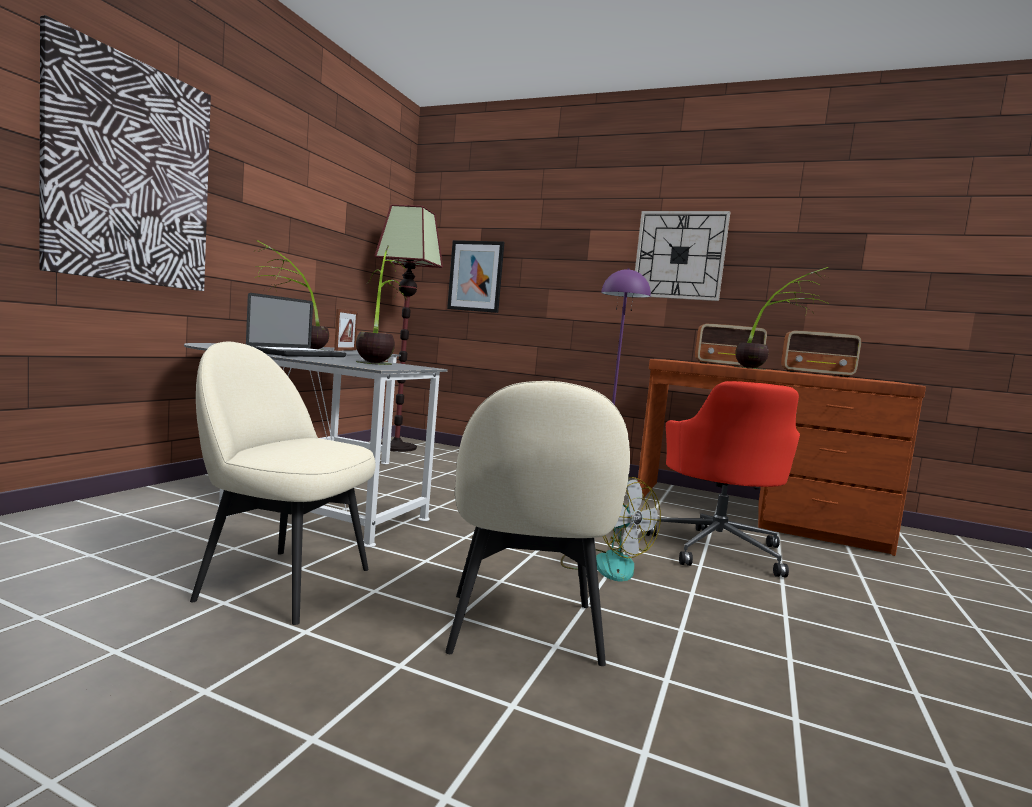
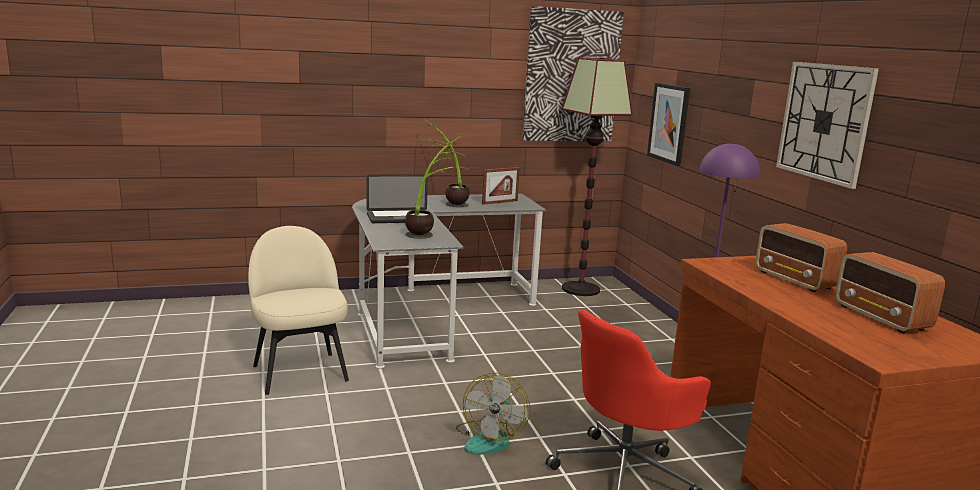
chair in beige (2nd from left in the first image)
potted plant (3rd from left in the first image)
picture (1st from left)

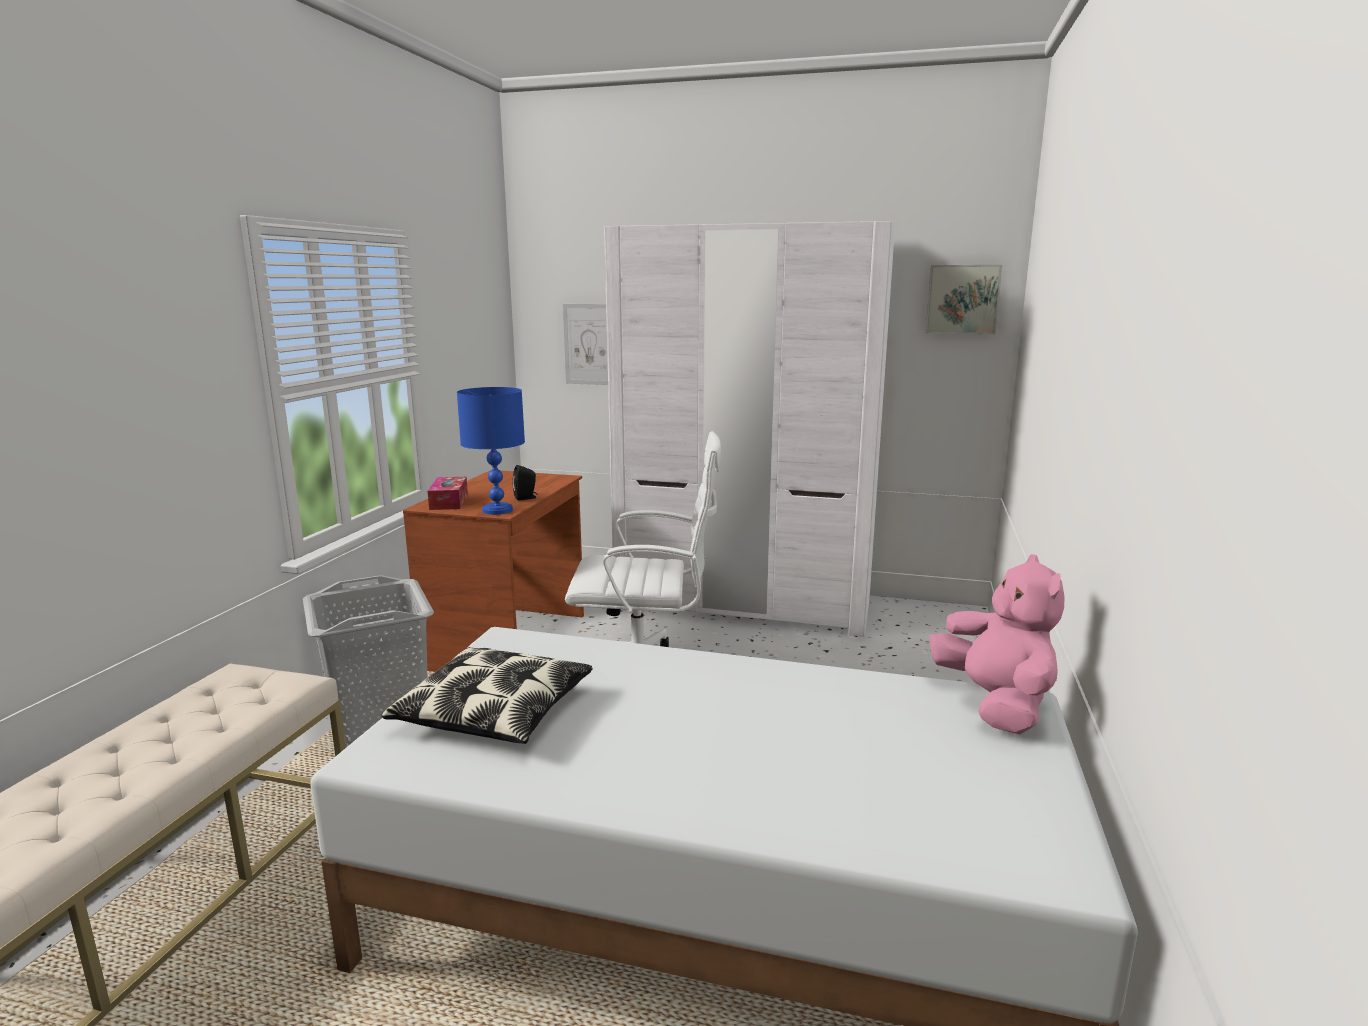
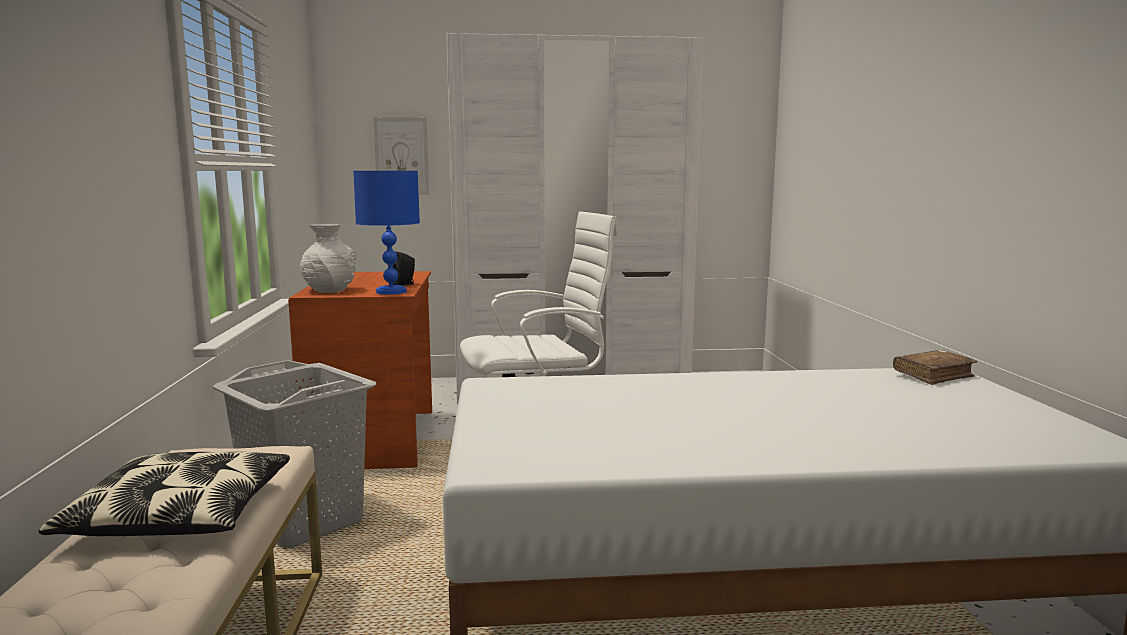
picture (2nd from left in the first image)
pillow
vase in white
book in brown

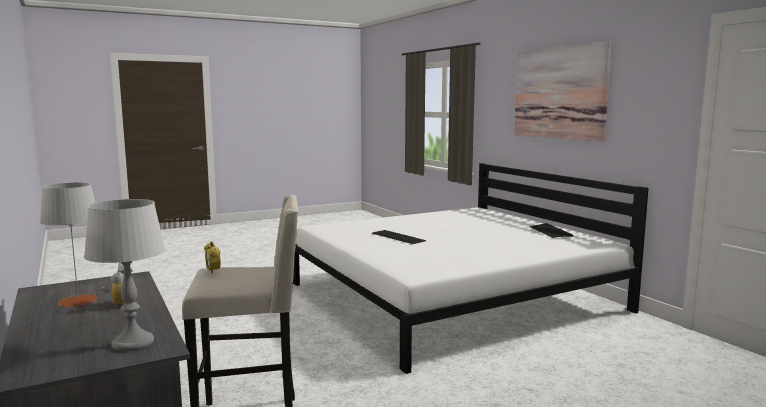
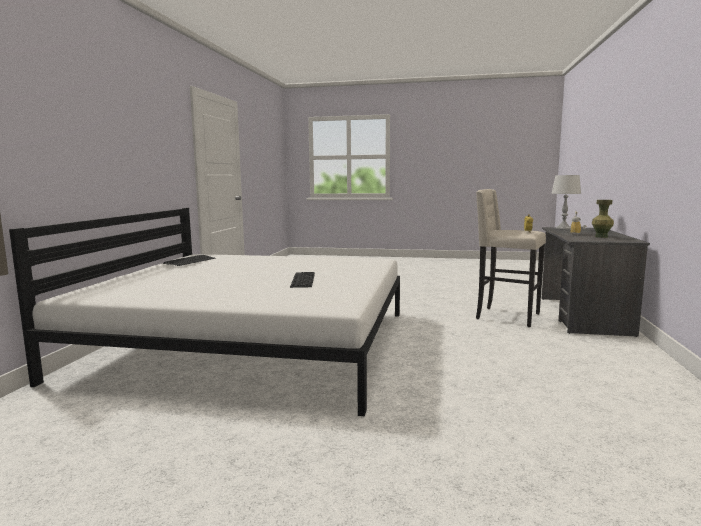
picture
vase in green

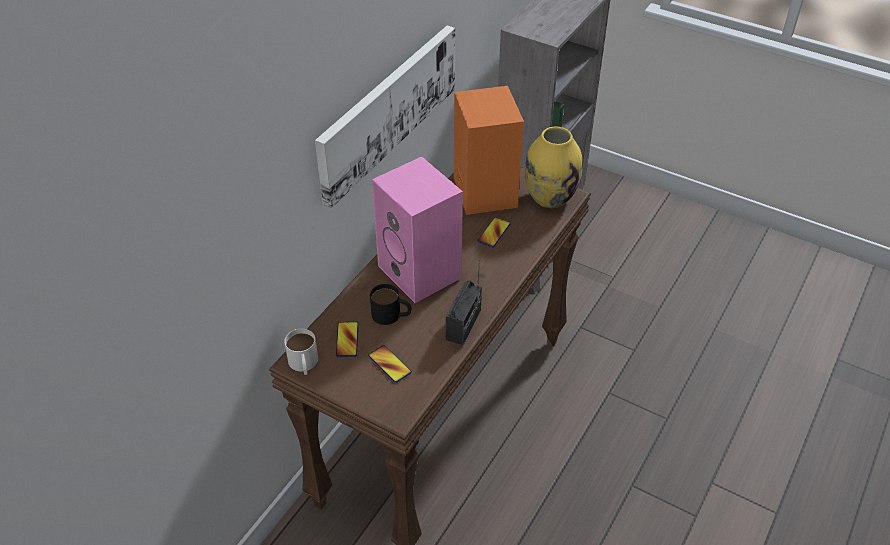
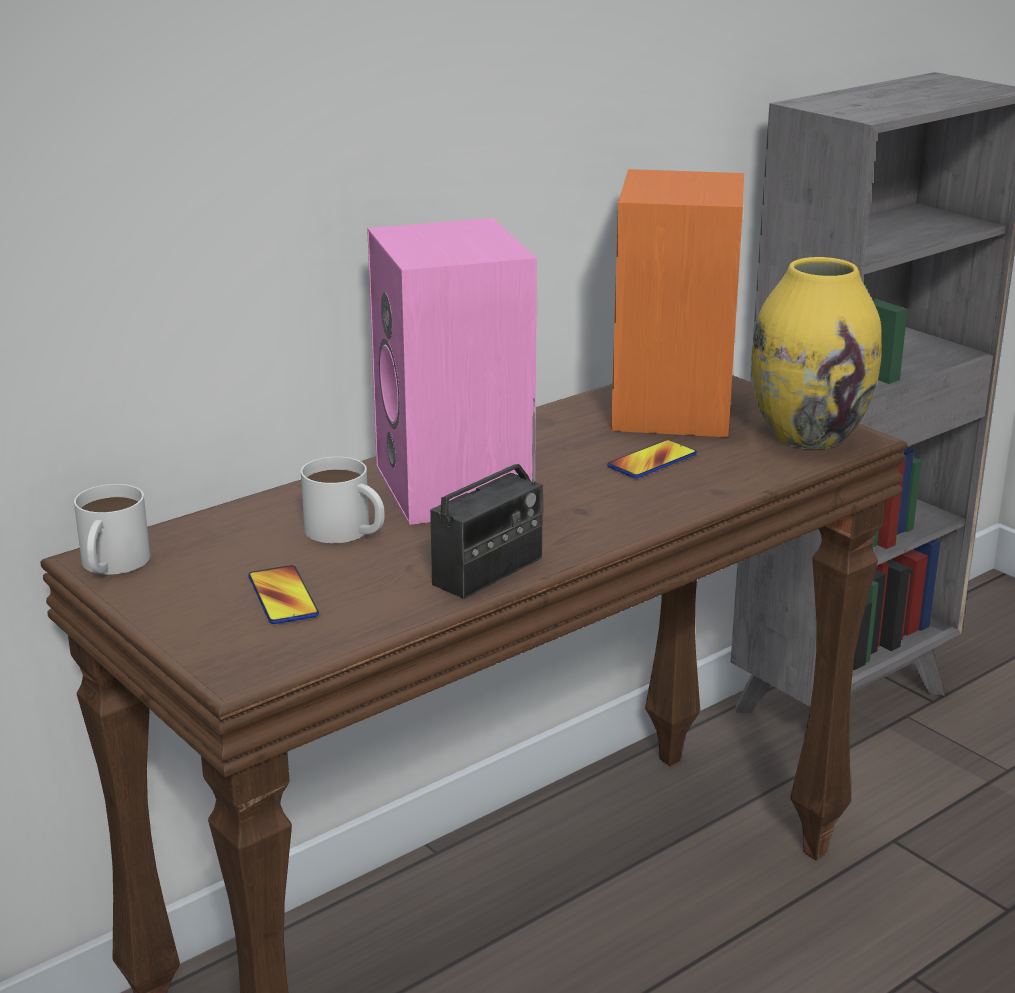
picture
phone (1st from left in the first image)
mug in white (2nd from left)

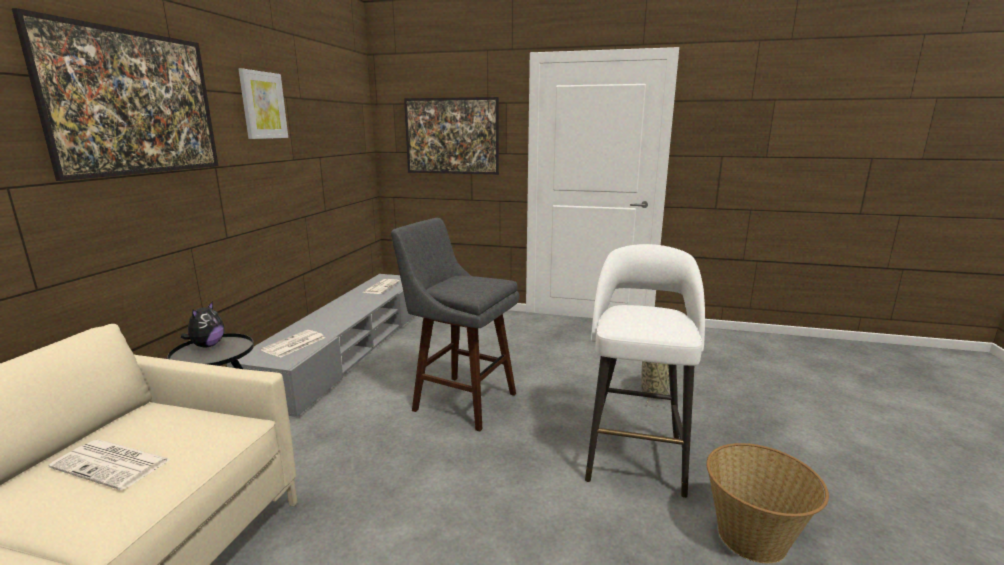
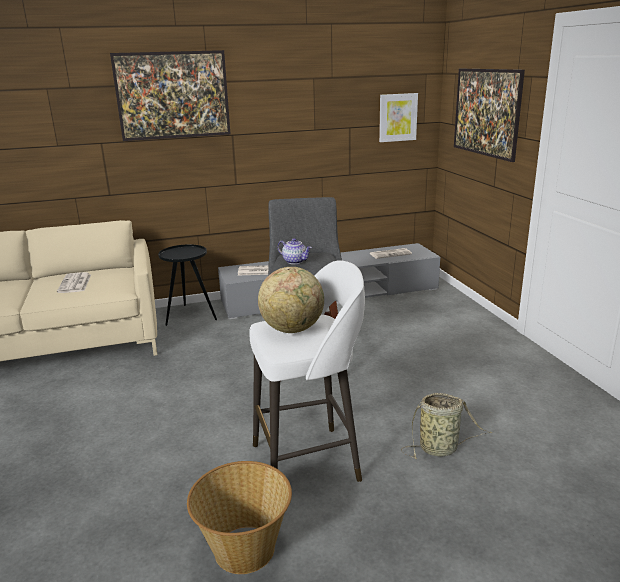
plush toy
globe
teapot
picture (2nd from left)

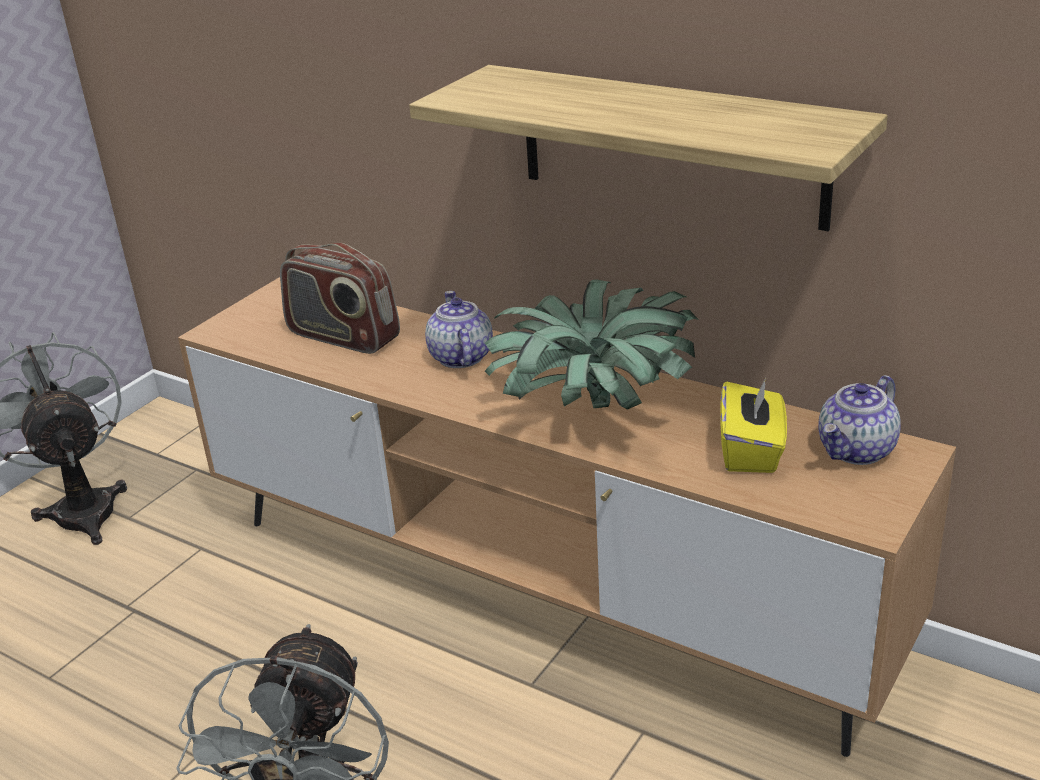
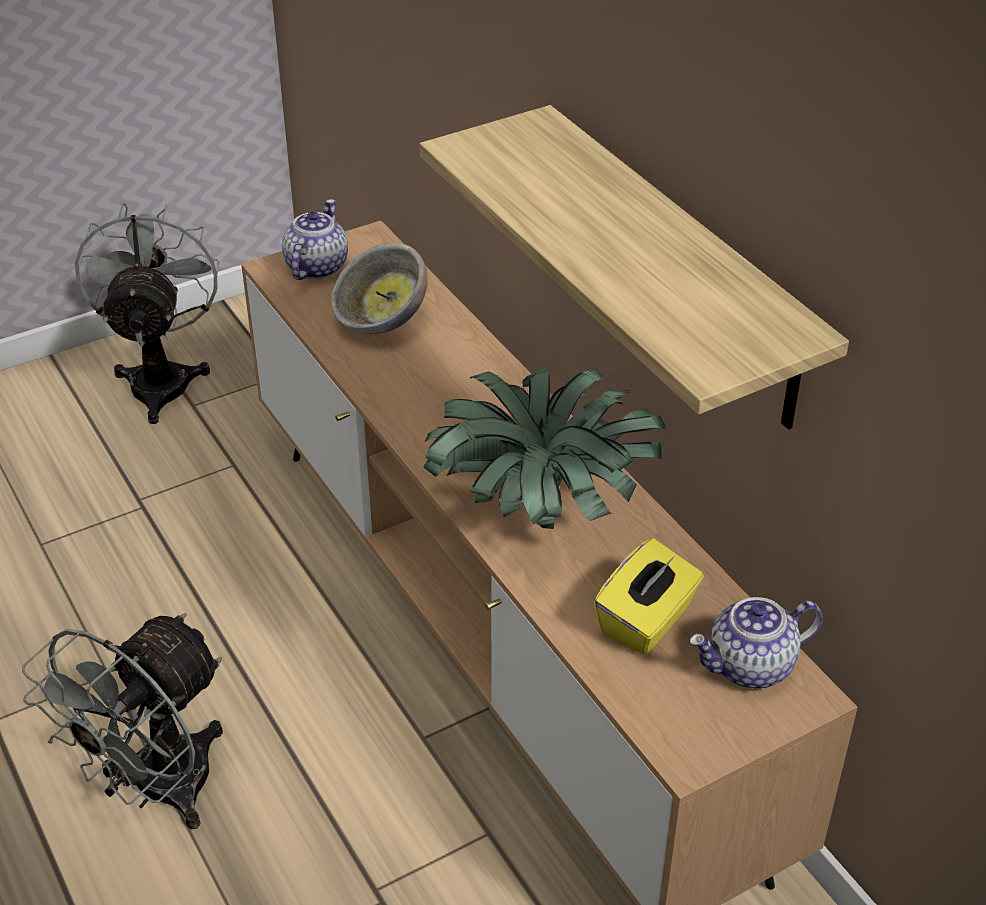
teapot (1st from left)
bowl

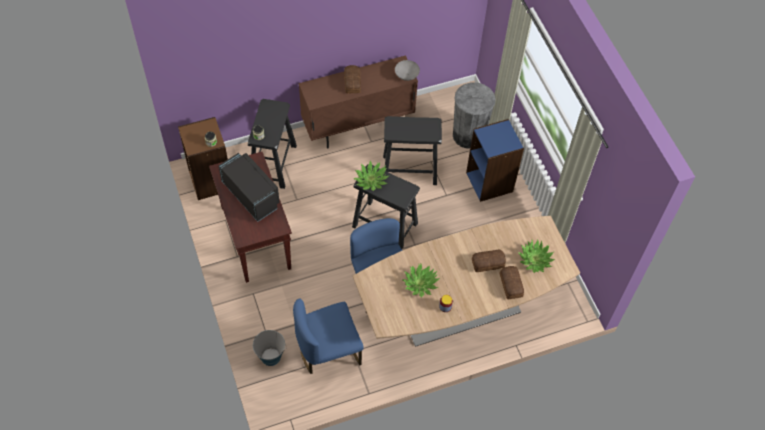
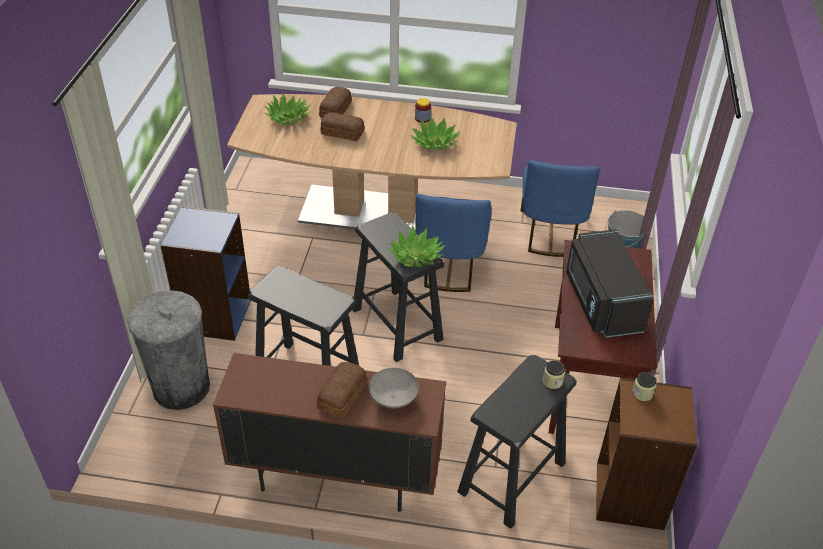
bowl in grey
chair in blue (2nd from left)

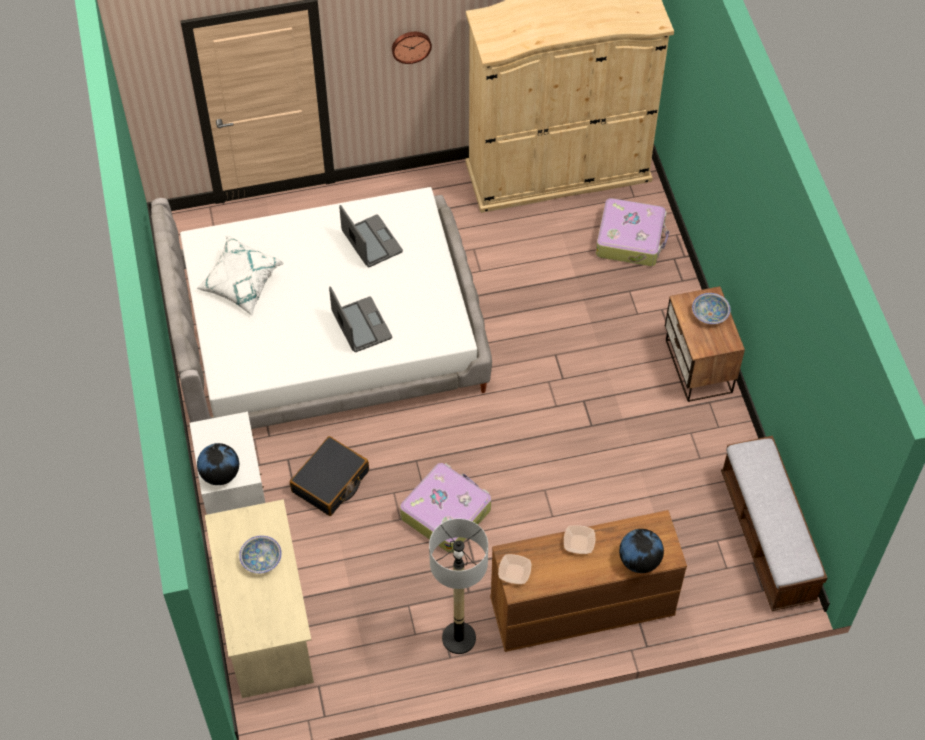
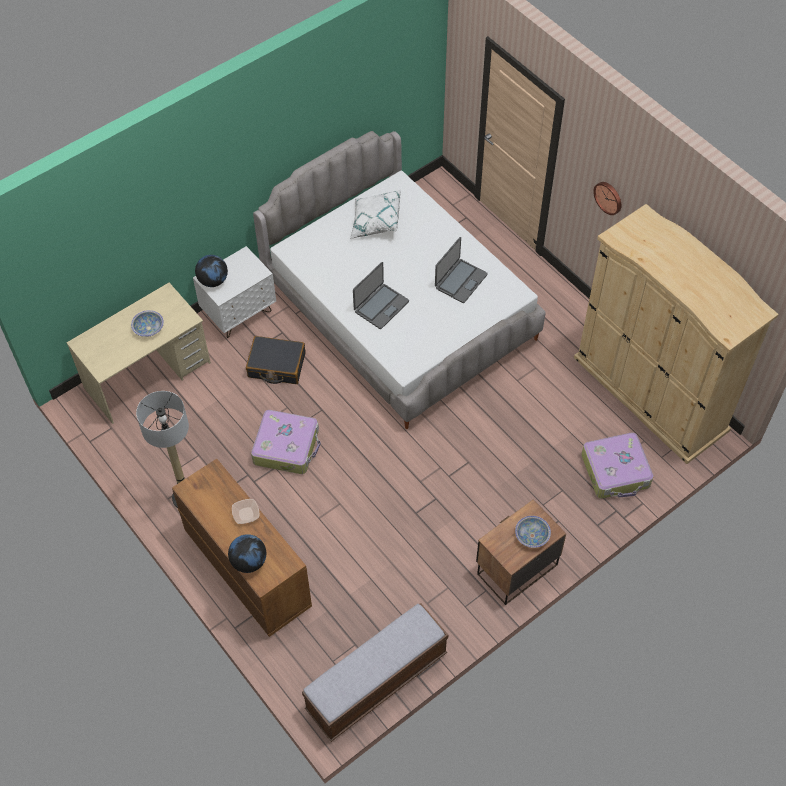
bowl (2nd from left in the first image)

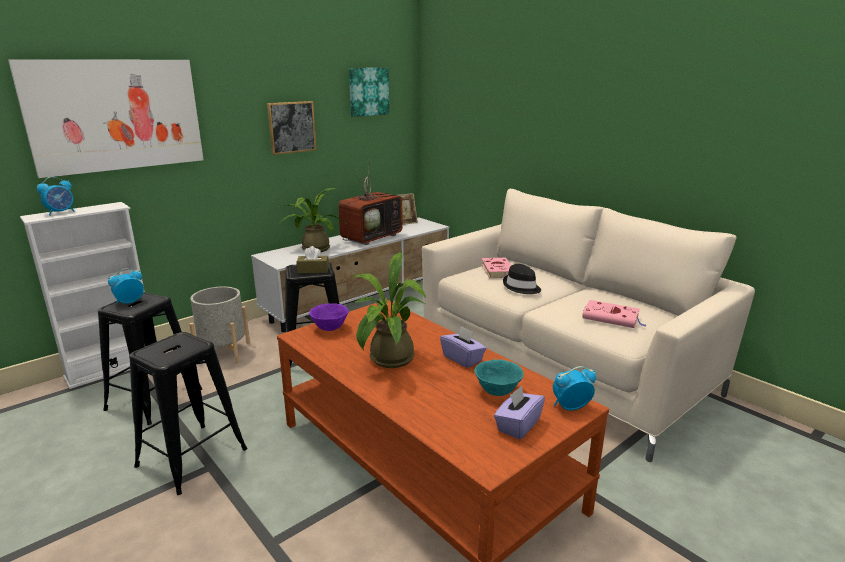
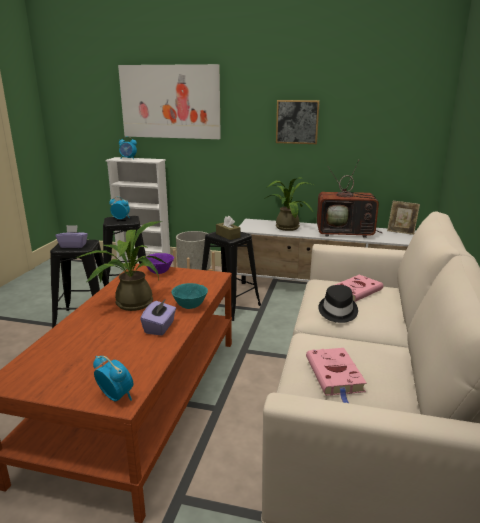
picture (3rd from left in the first image)
bowl in turquoise
tissue box in purple (1st from left)

